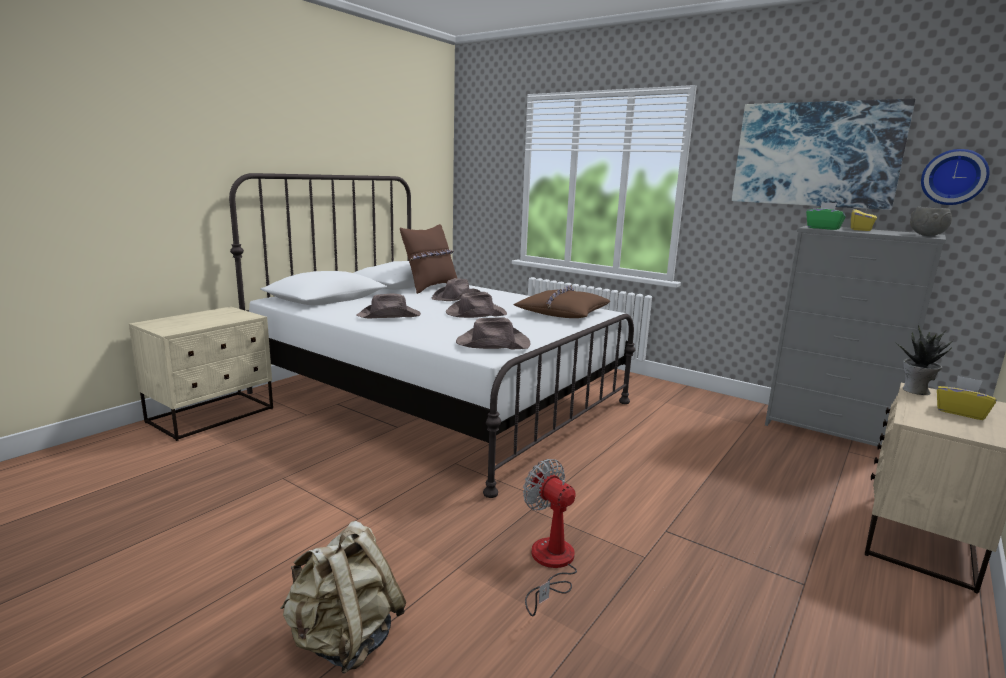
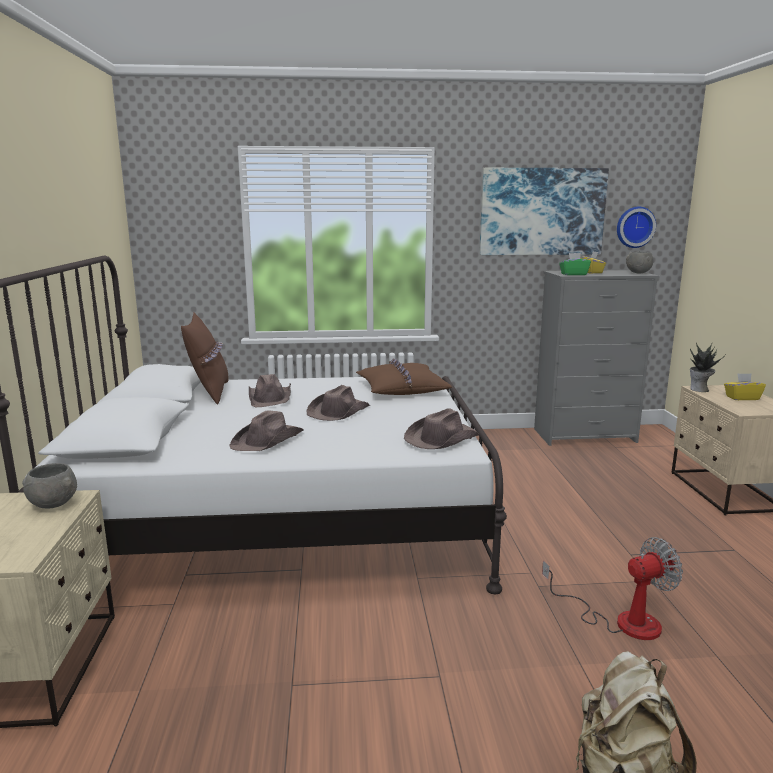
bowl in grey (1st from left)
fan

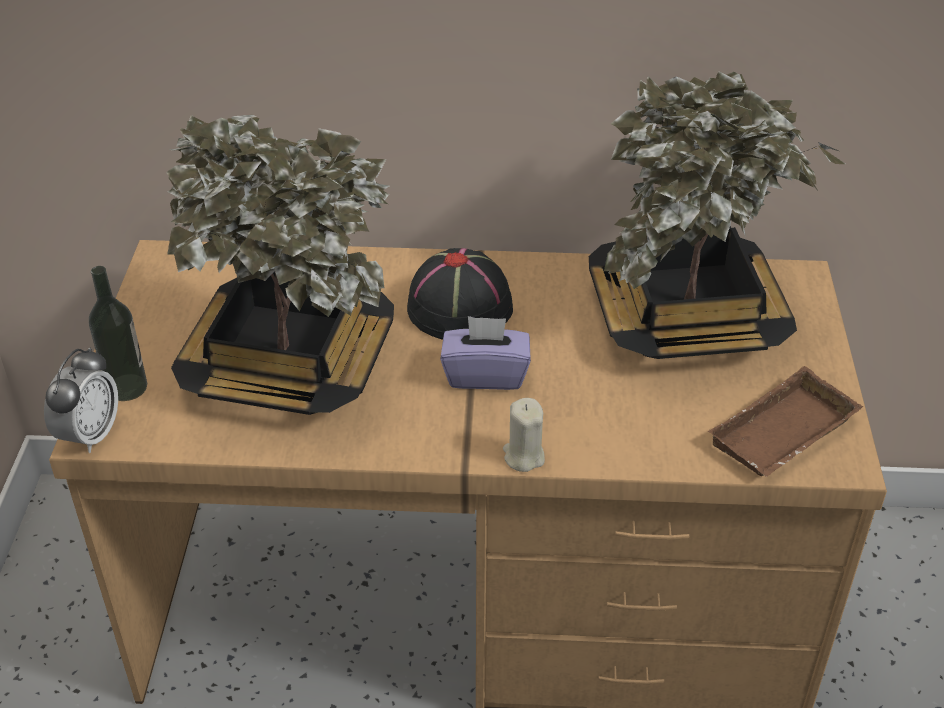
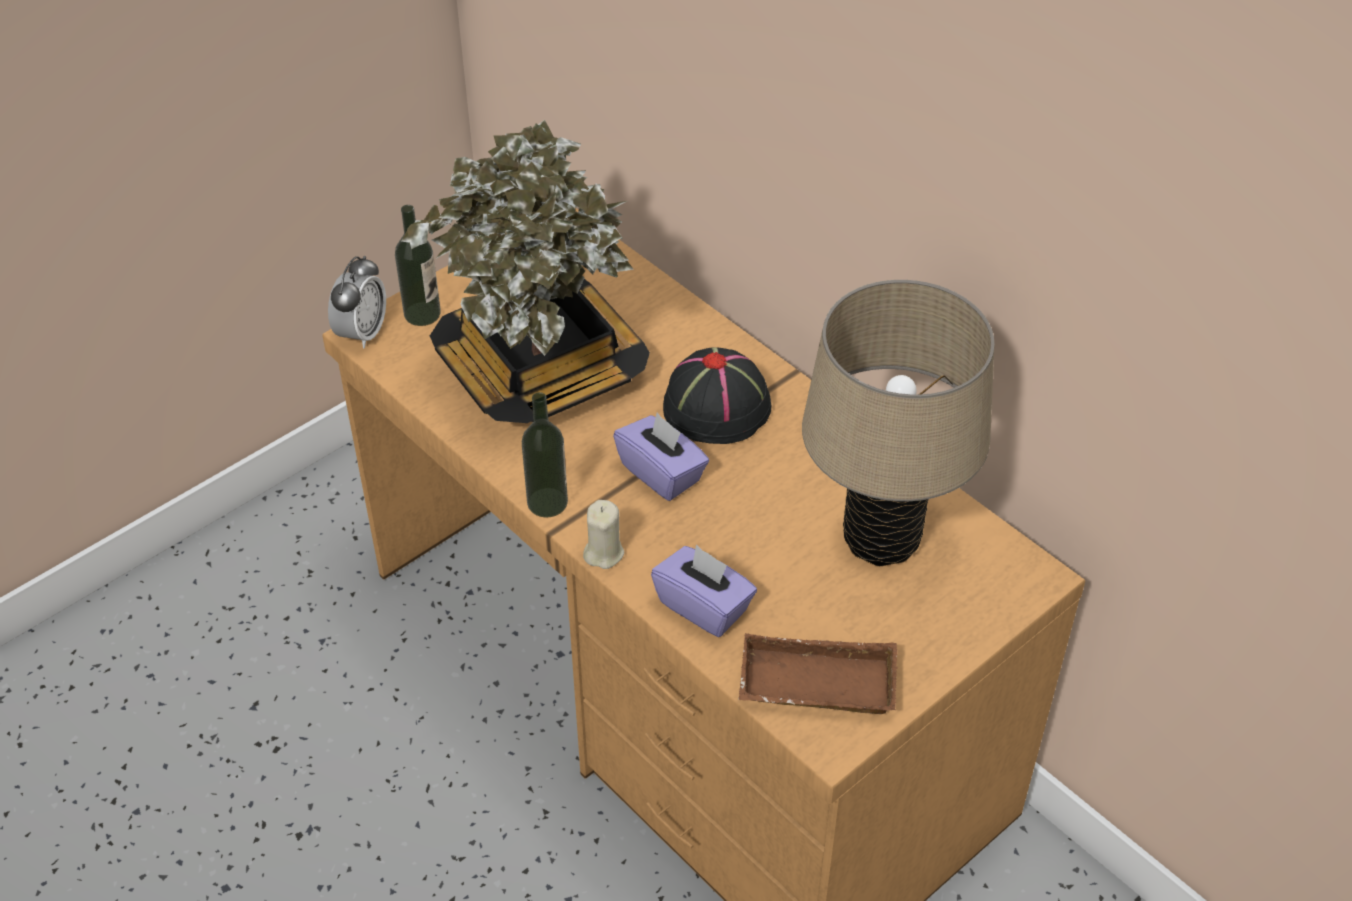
bottle (2nd from left)
tissue box in purple (2nd from left)
table lamp in beige
alarm clock

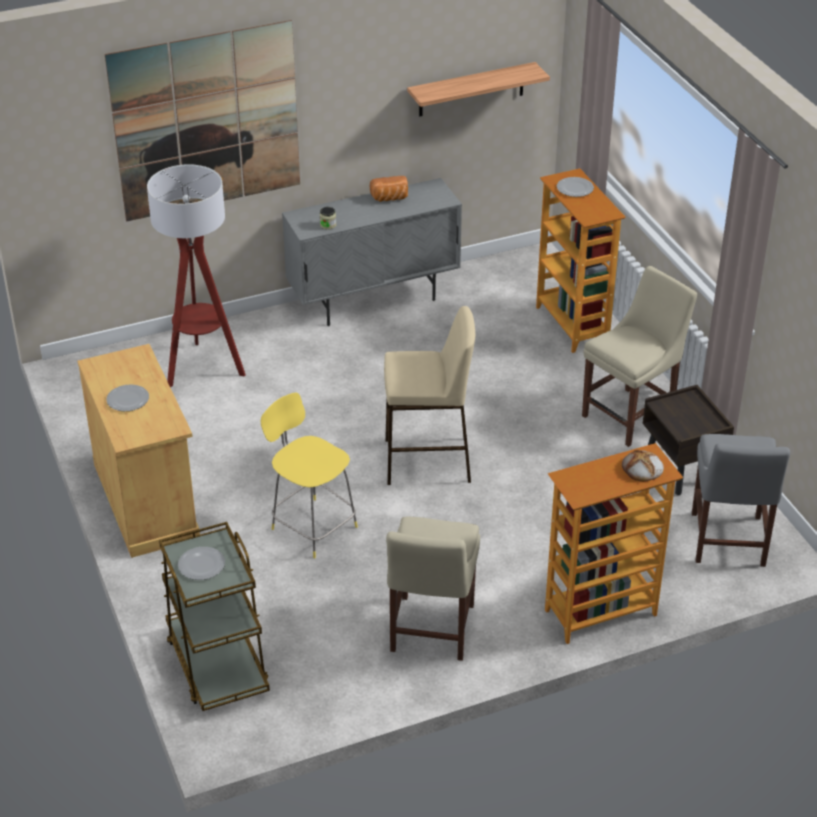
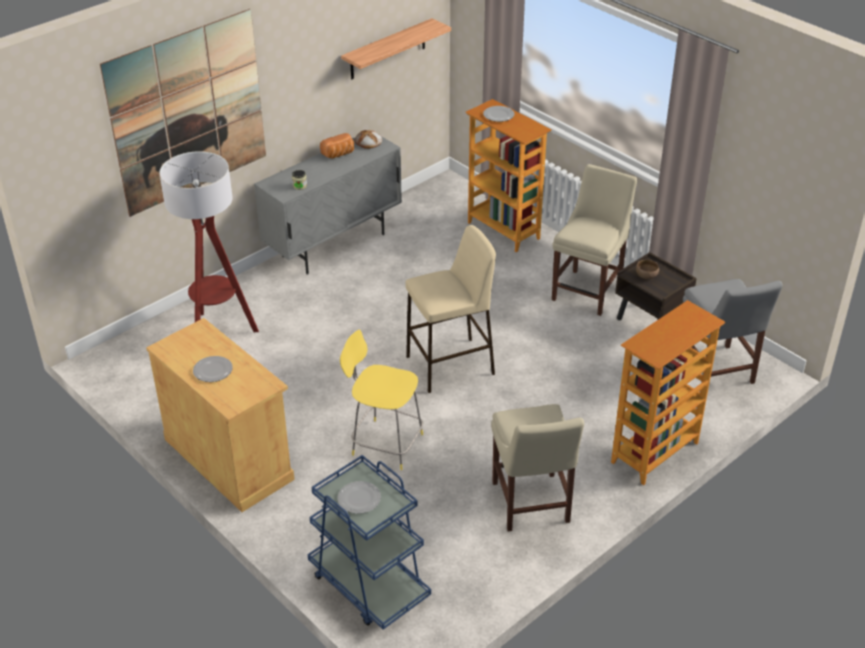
bowl in brown
bread (2nd from left)
cart in blue

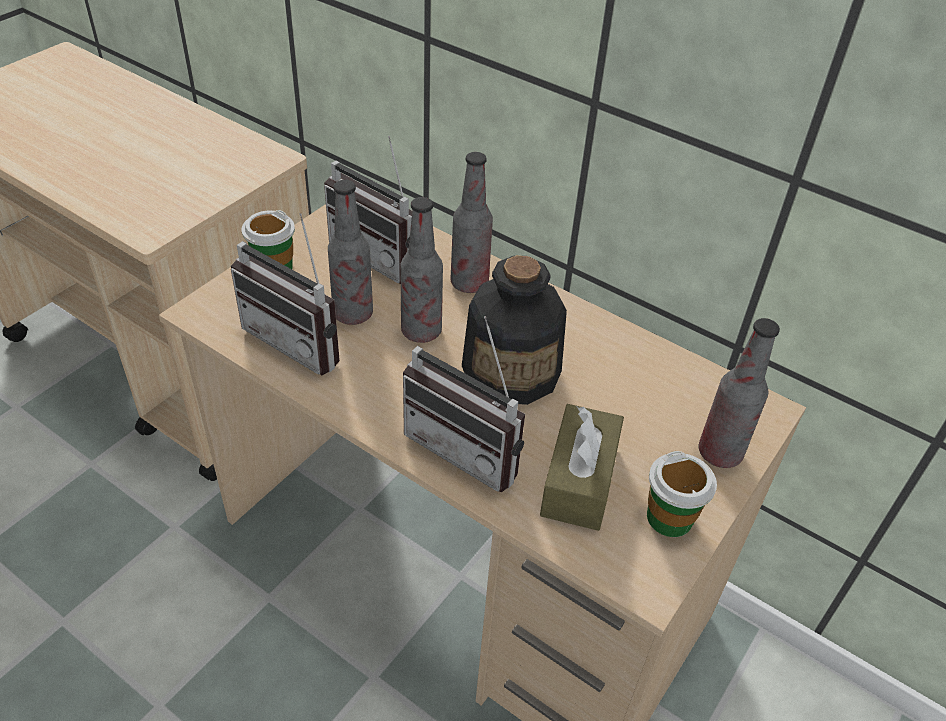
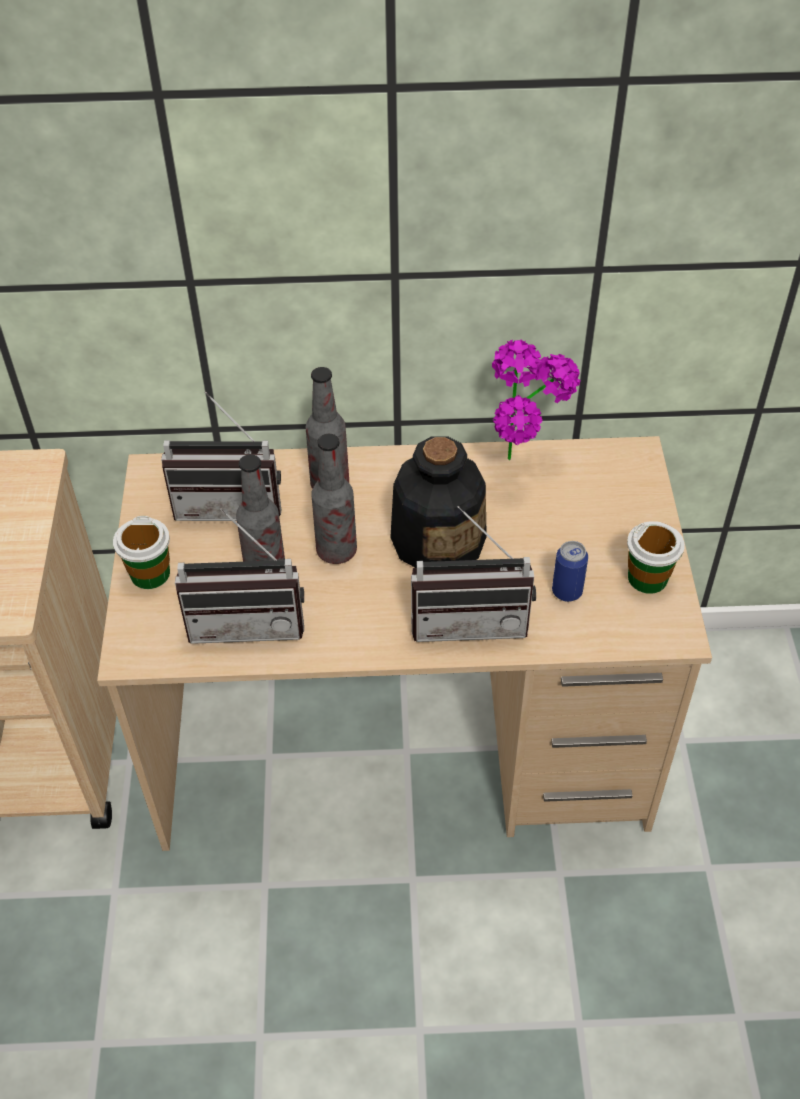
bottle (5th from left in the first image)
potted plant
can

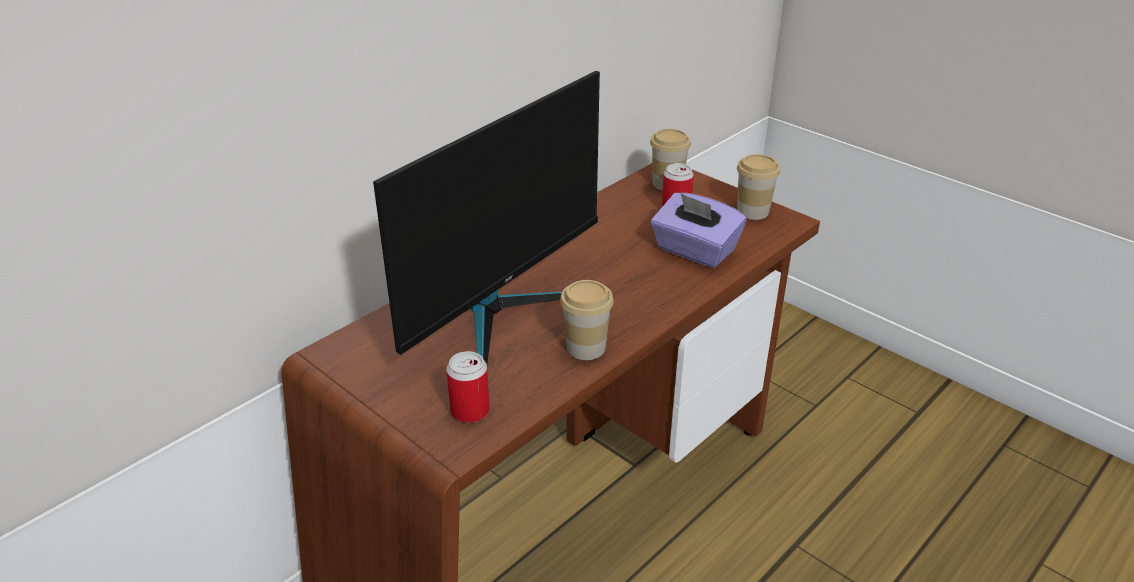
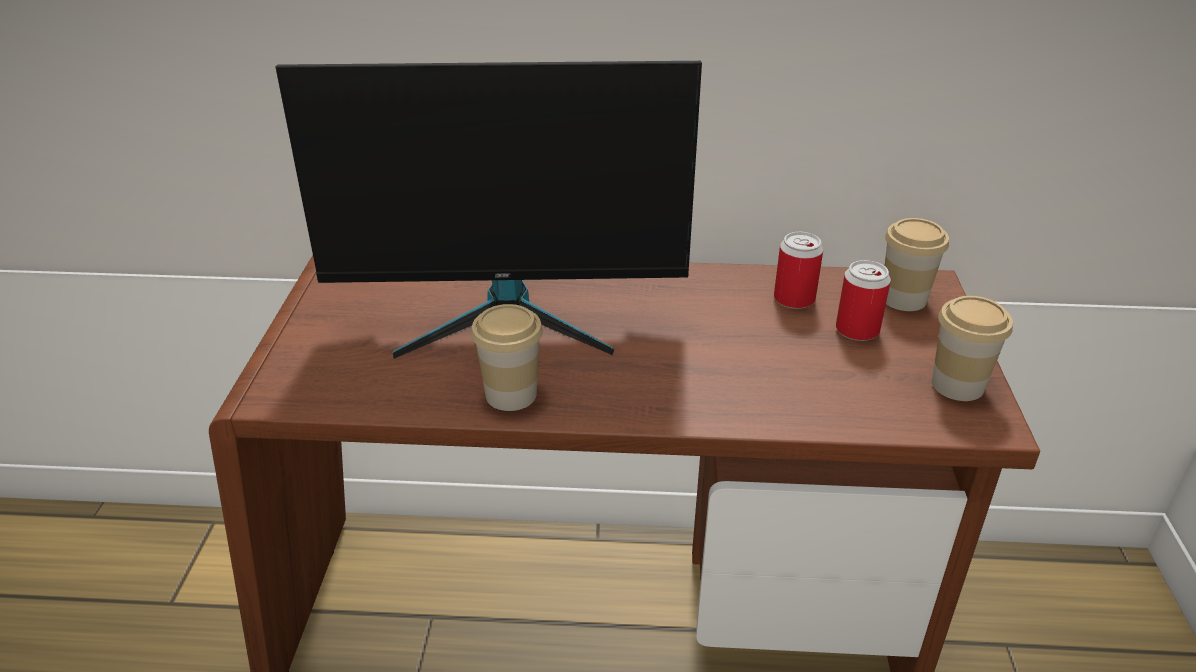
tissue box in purple
can (1st from left)

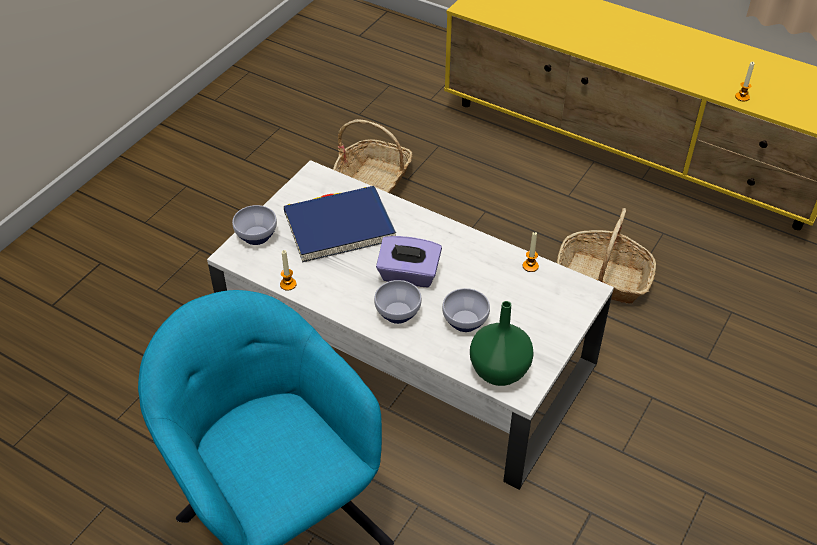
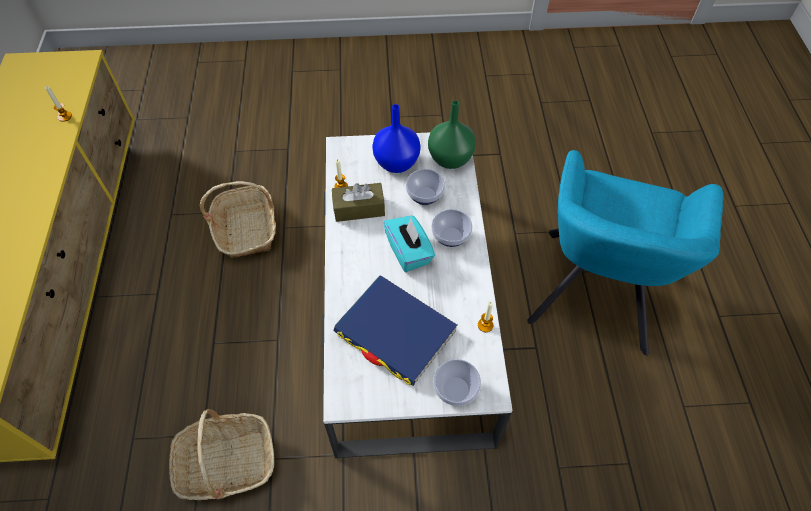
tissue box in brown
vase in blue
tissue box in turquoise

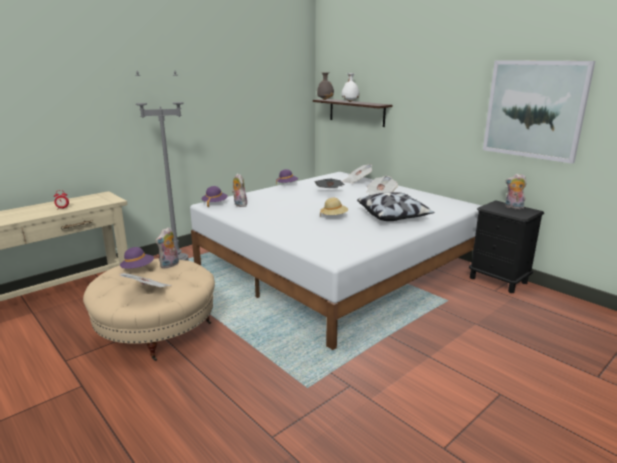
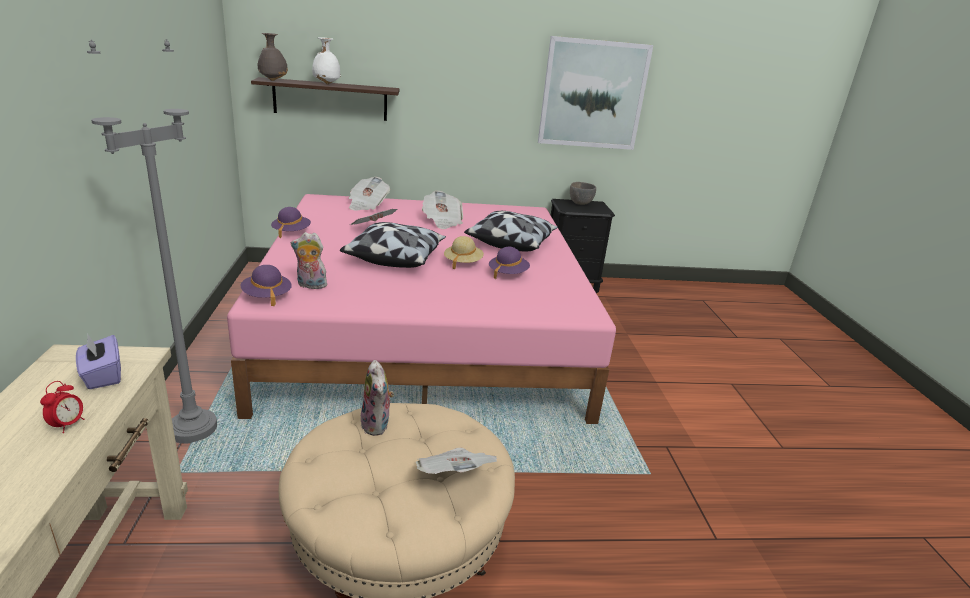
tissue box in purple
pillow (1st from left)
hat in purple (3rd from left)
bowl in grey
bed in pink

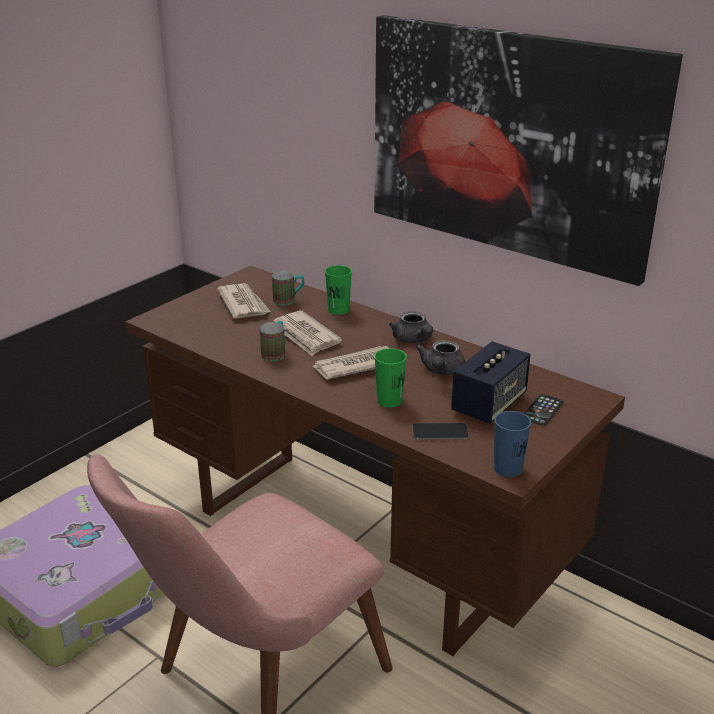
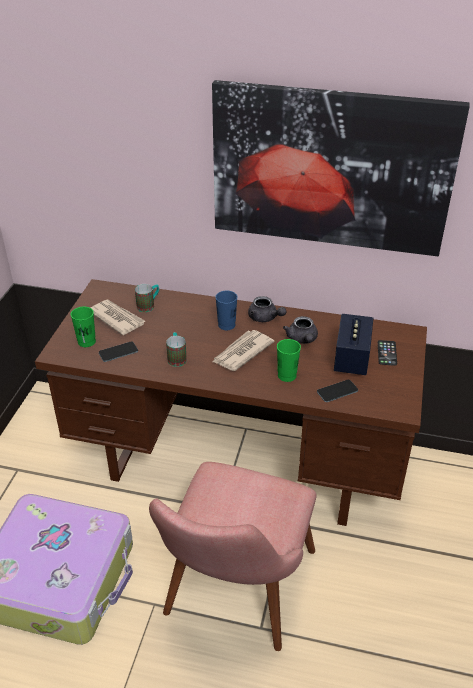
newspaper (2nd from left in the first image)
phone (1st from left)
cup in green (1st from left)
cup in blue

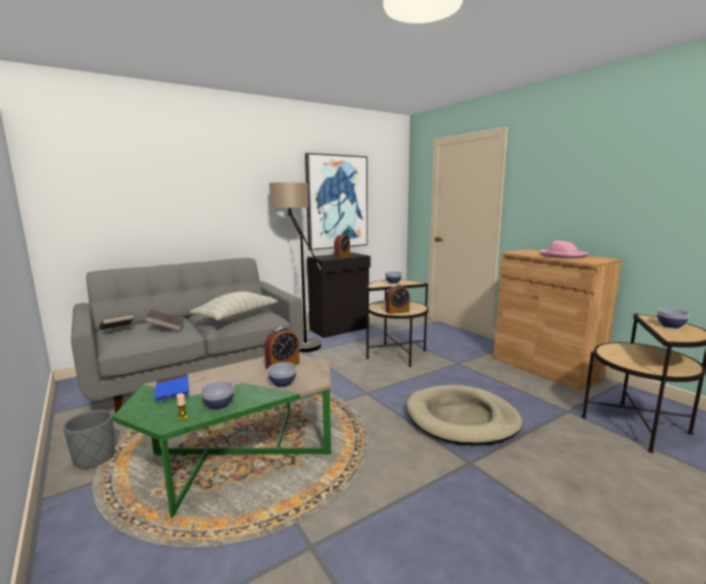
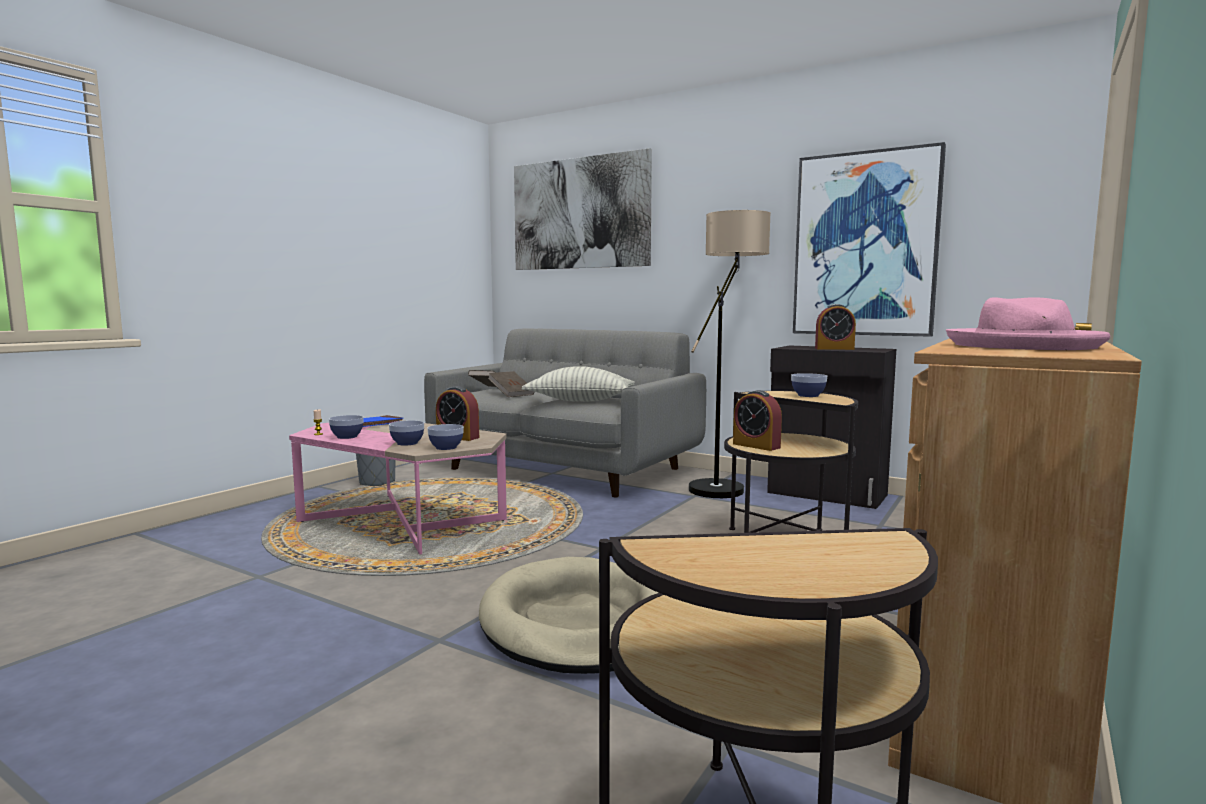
picture (1st from left)
bowl (3rd from left)
coffee table in pink

